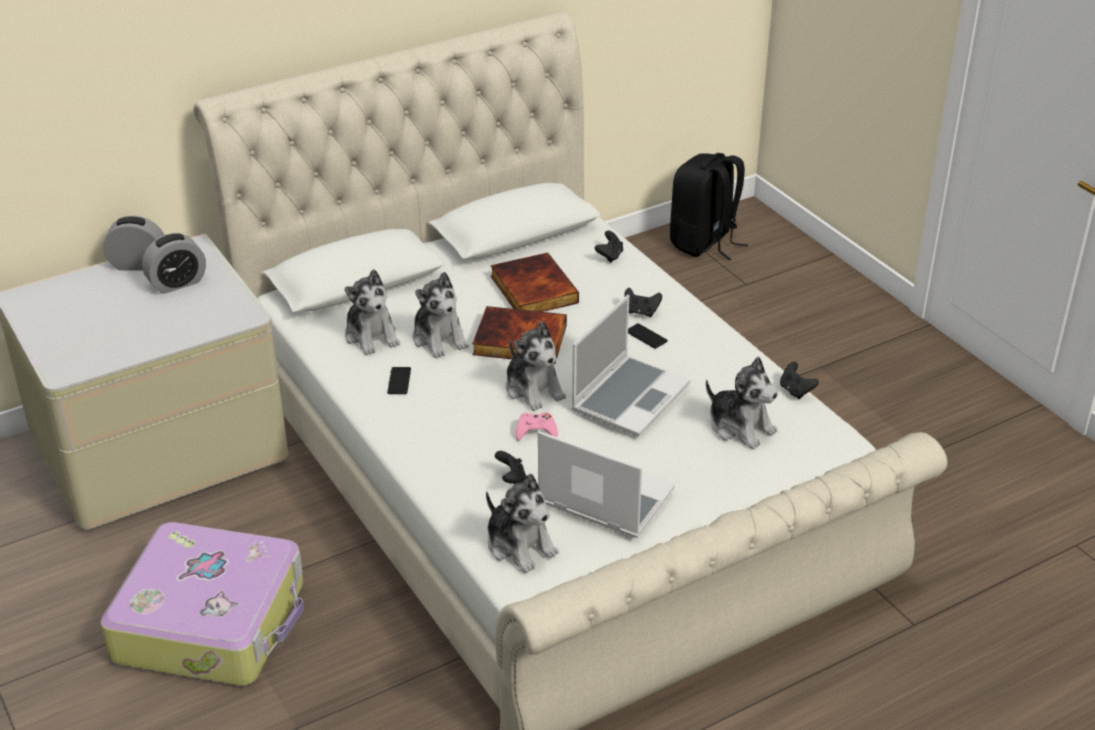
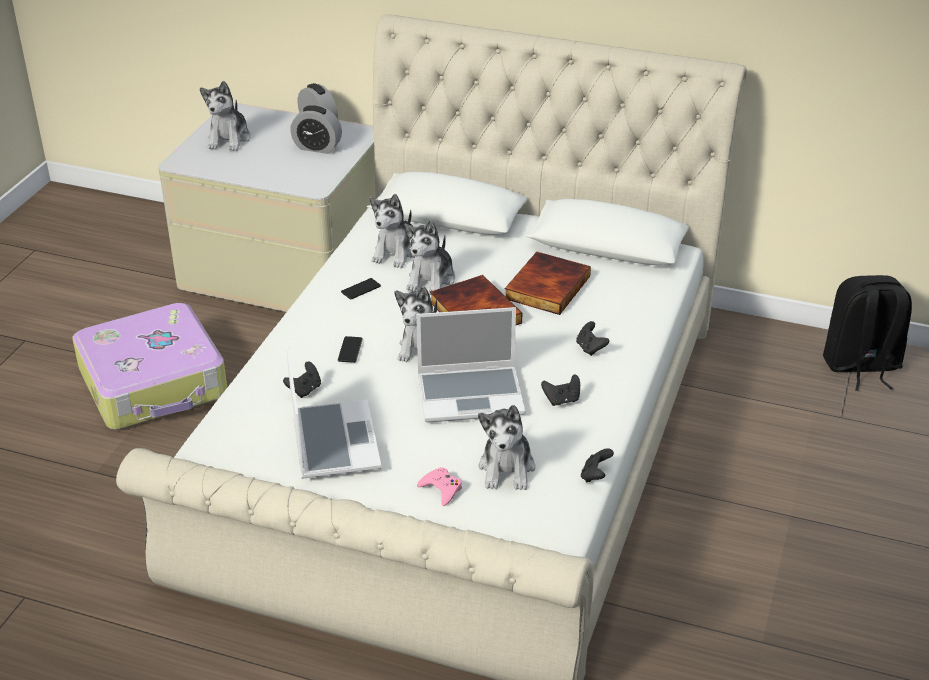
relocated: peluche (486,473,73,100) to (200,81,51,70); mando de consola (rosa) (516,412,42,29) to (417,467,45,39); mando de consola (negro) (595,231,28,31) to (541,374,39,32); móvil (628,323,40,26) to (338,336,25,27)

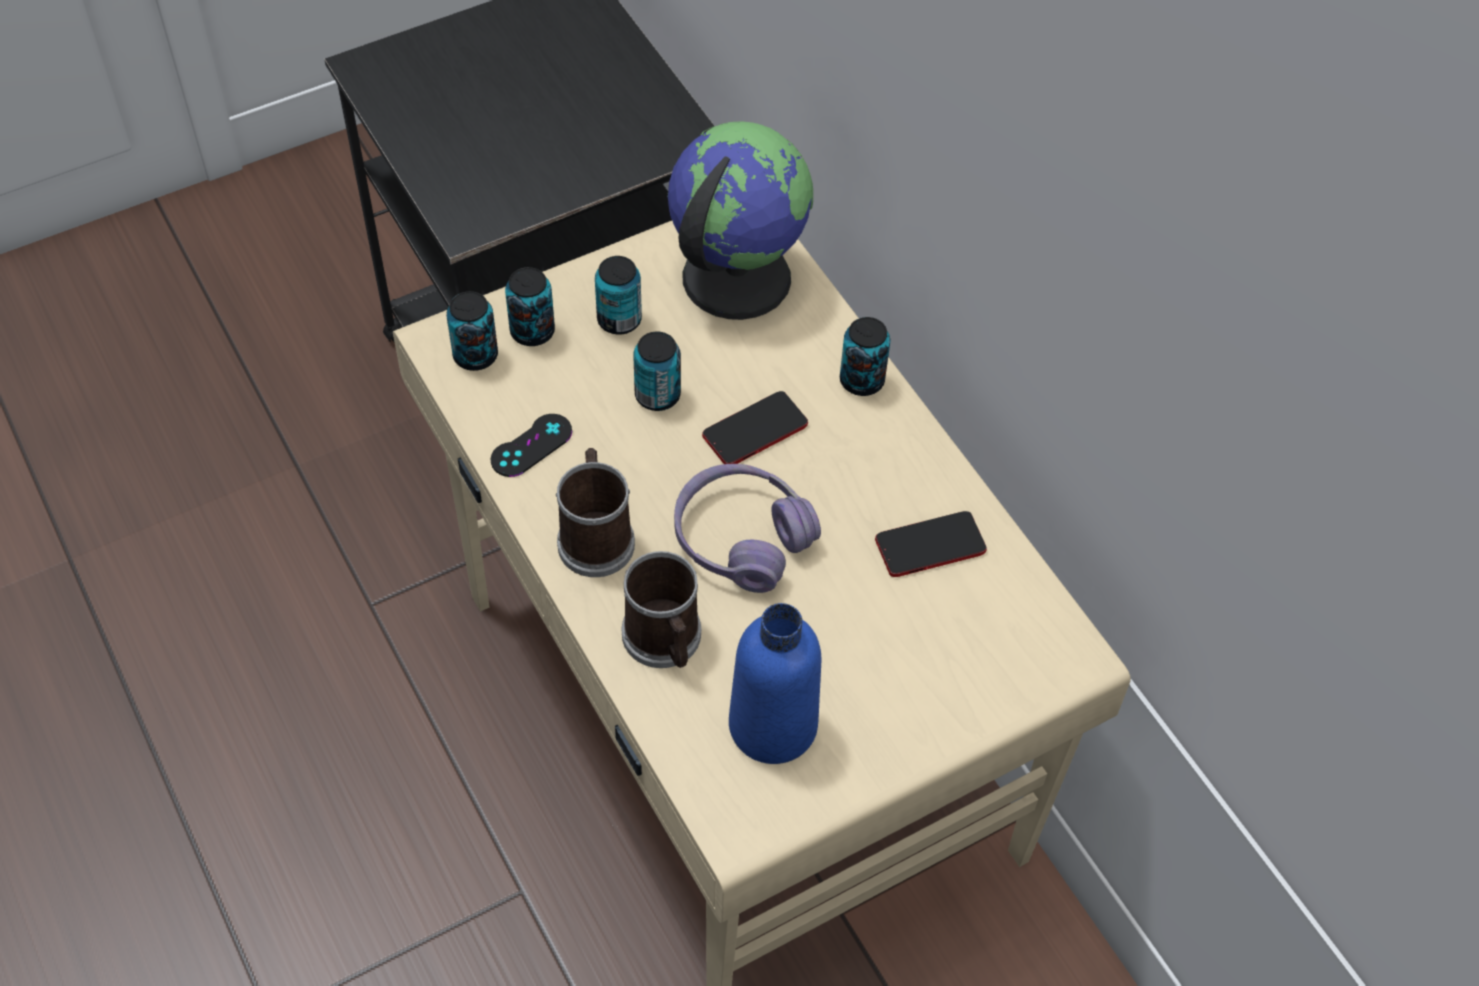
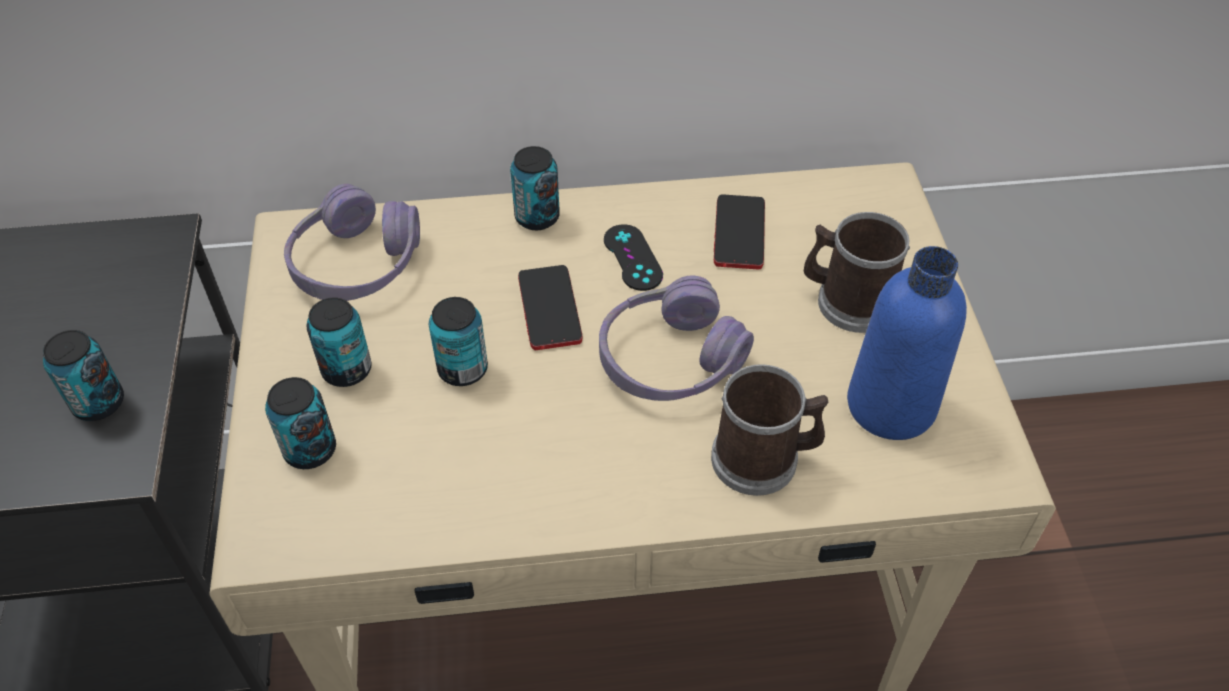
relocated: lata (446,291,52,80) to (43,330,81,91); mando de consola (negro) (491,414,81,63) to (604,224,59,67); taza grande (556,448,79,129) to (804,212,106,121)
exchanged: globo terráqueo (667,121,146,199) to auriculares (morado) (284,184,136,117)

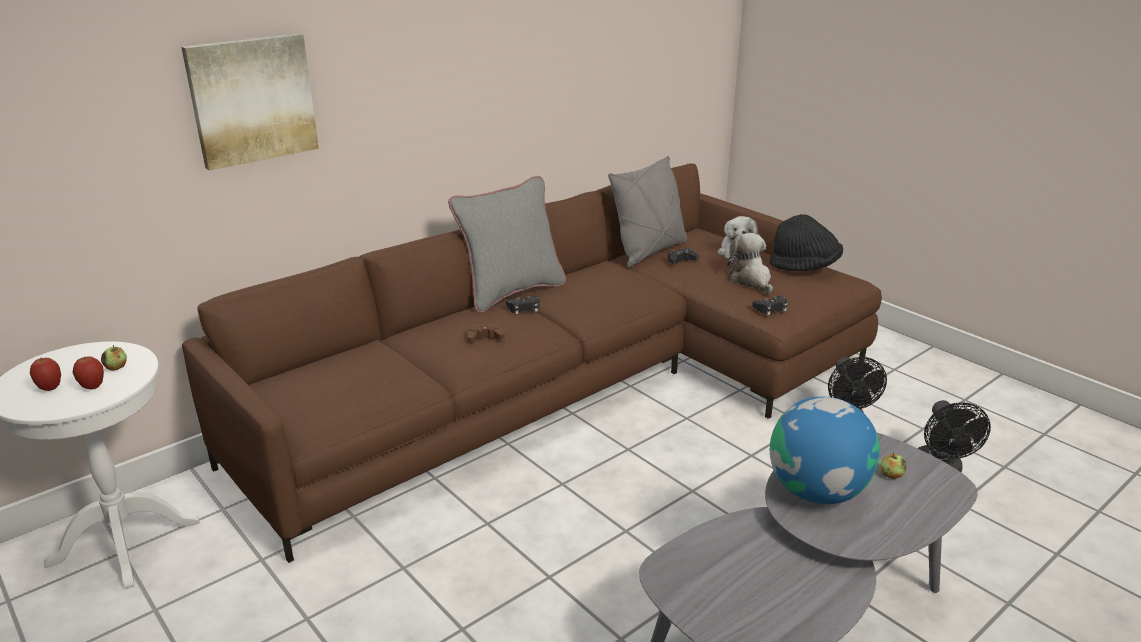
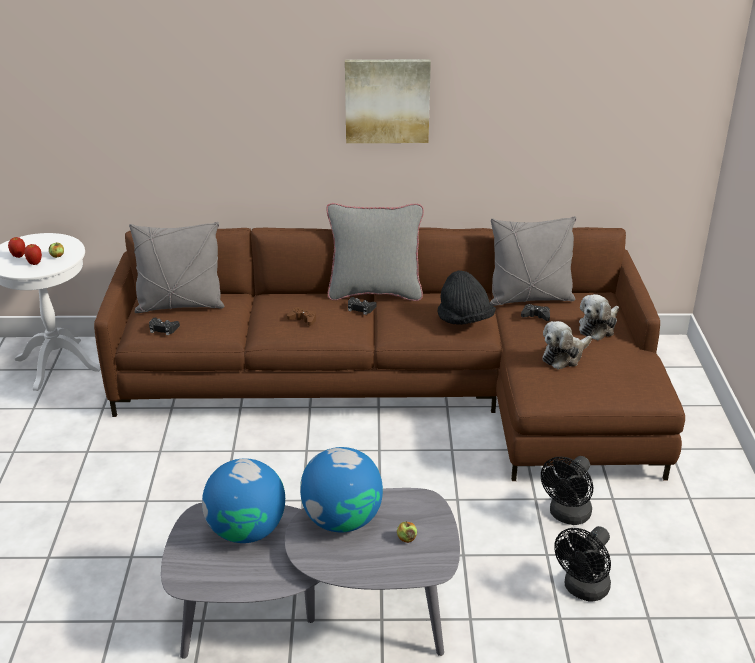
appeared: cojín (gris) (129,222,96,91); globo terráqueo (202,458,83,85)
relocated: cuadro (181,33,138,138) to (345,59,86,84); mando de consola (negro) (752,296,36,19) to (149,318,31,17); sombrero (negro) (770,214,73,57) to (438,270,58,55)
spun: peluche (727,233,46,61) = (542,321,50,49) 150 degrees counterclockwise

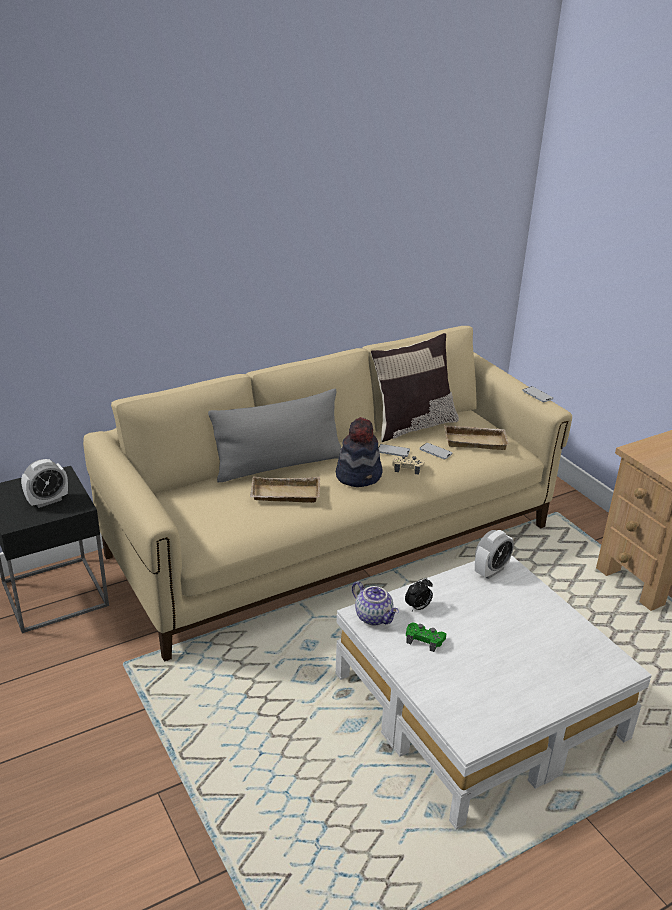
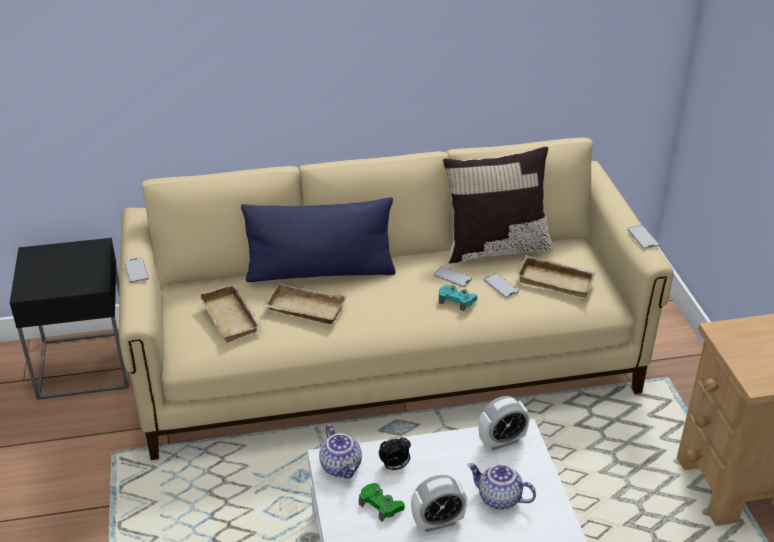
missing: sombrero (336,417,47,70)
appeared: móvil (124,257,25,26); bandeja (beis) (198,284,65,59); tetera (467,463,69,47)
relocated: despertador (21,459,47,49) to (411,475,56,57)
colour: cojín (gris) (208,389,133,94) to cojín (azul) (241,197,155,85); mando de consola (beis) (392,455,33,20) to mando de consola (turquesa) (439,285,38,26)

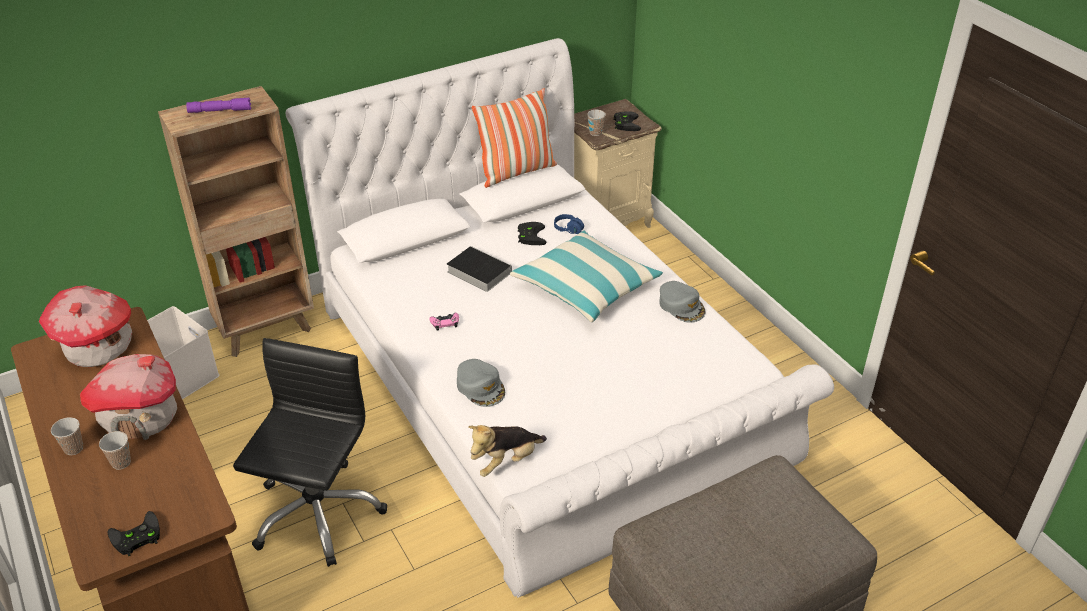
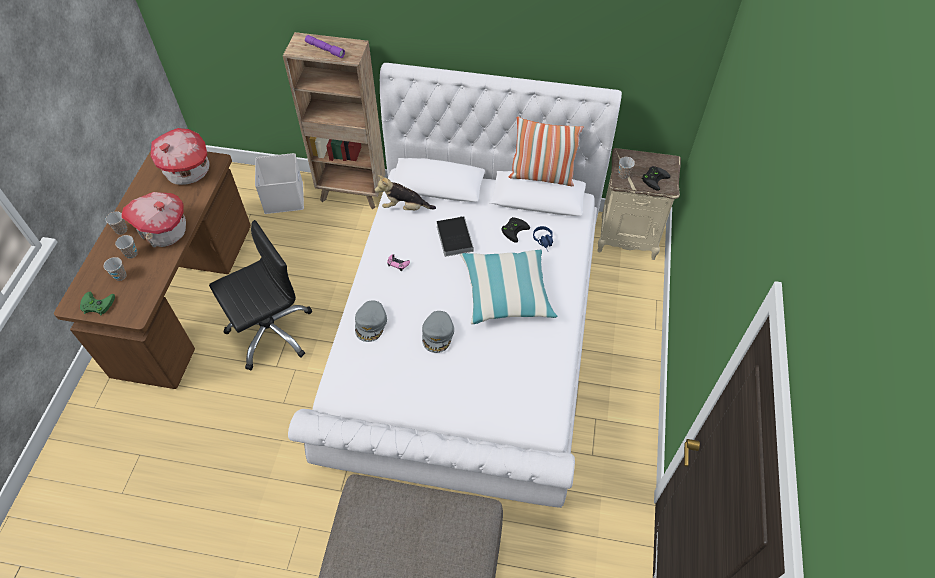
appeared: taza (104,257,22,24)
relocated: peluche (468,425,79,52) to (375,175,61,36); gorra (gris) (659,281,47,42) to (422,311,32,42)
colour: mando de consola (negro) (108,511,52,45) to mando de consola (verde) (80,292,35,24)

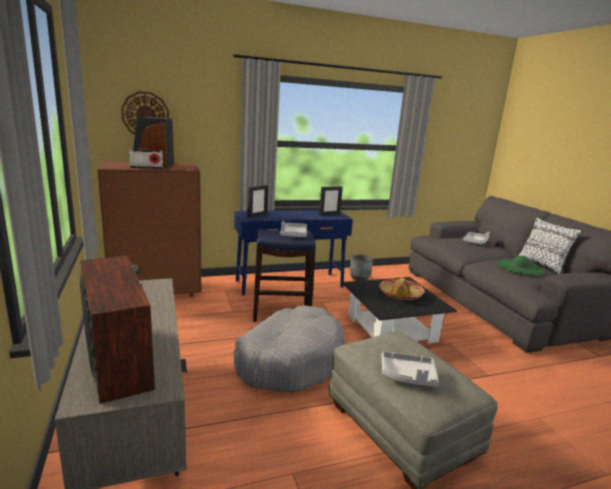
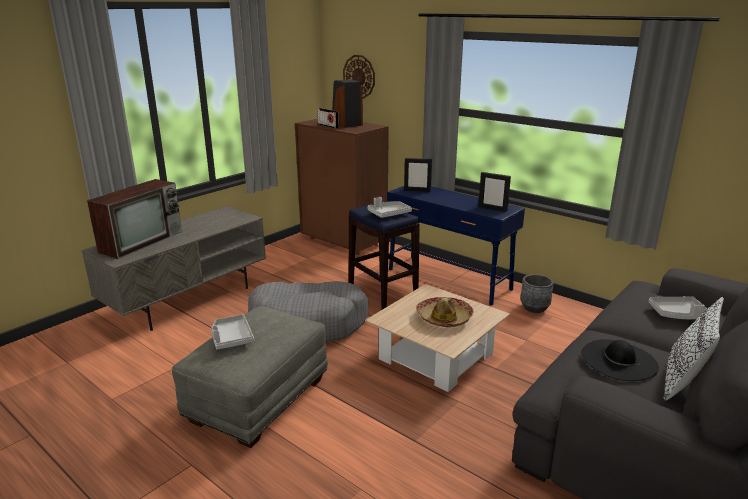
colour: mesa de centro (negro) (342,277,115,66) to mesa de centro (beis) (365,284,145,108); sombrero (verde) (498,256,46,19) to sombrero (negro) (581,339,78,42)

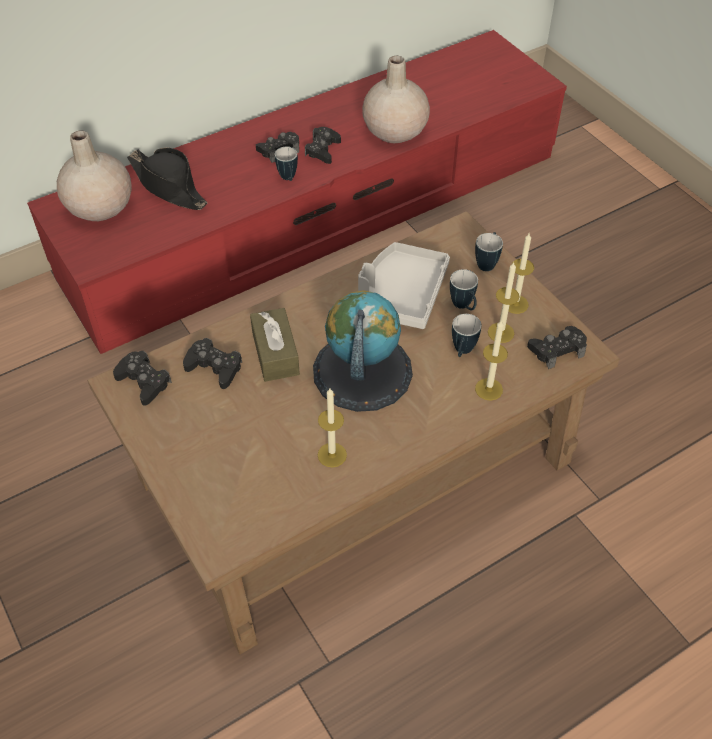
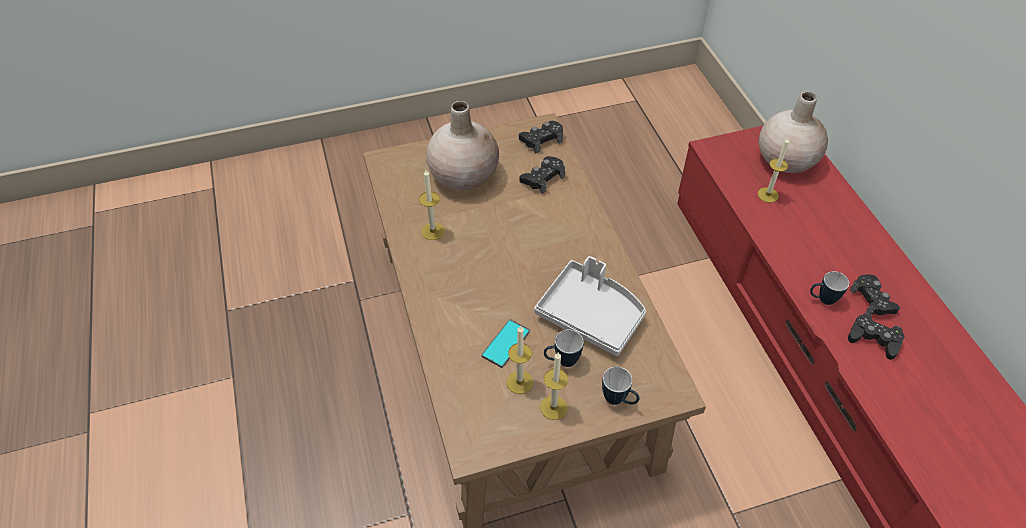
missing: sombrero (negro) (127,147,80,63); caja de pañuelos (marrón) (250,308,50,74); globo terráqueo (313,290,100,122); mando de consola (negro) (527,326,60,43)
relocated: florero (beis) (362,55,68,88) to (426,101,73,89); vela (475,319,33,82) to (758,137,32,66)
exchanged: taza grande (452,314,29,43) to móvil (482,319,48,49)

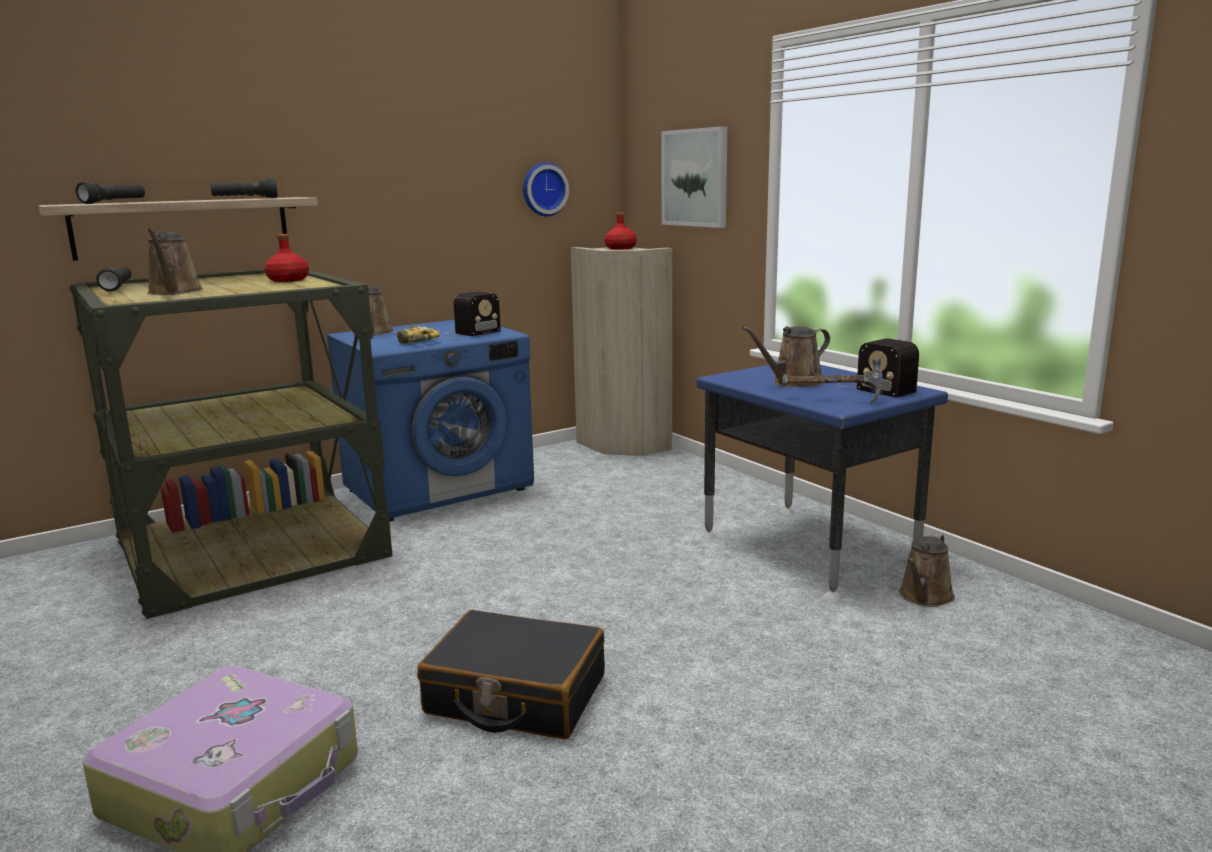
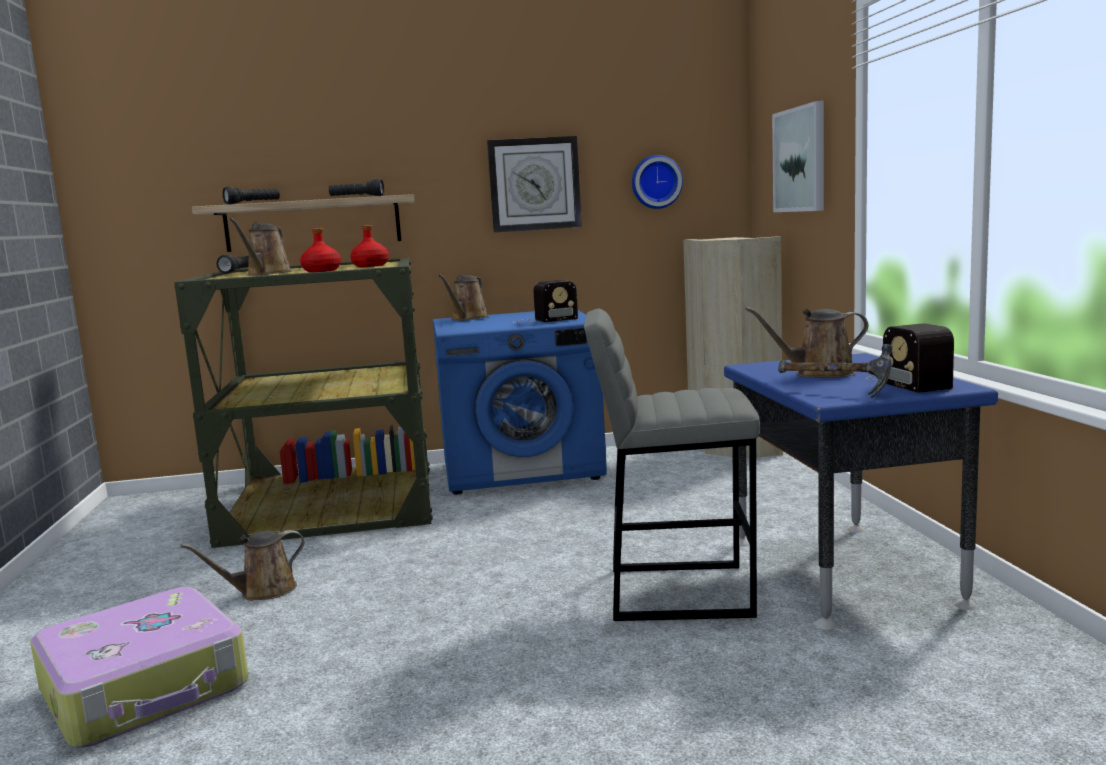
missing: taladro (392,326,48,18); maleta (negro) (417,610,188,129)
appeared: reloj de pared (487,136,95,96); taburete (gris) (584,308,176,313)
relocated: botella (rojo) (604,212,33,38) to (300,228,41,44); regadera (marrón) (899,533,56,74) to (180,530,125,71)

